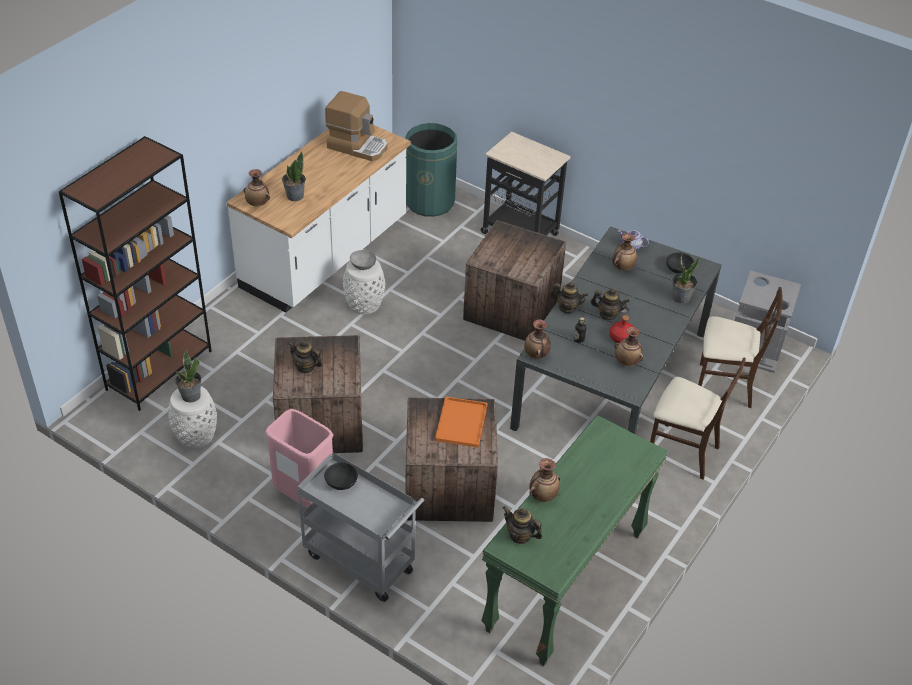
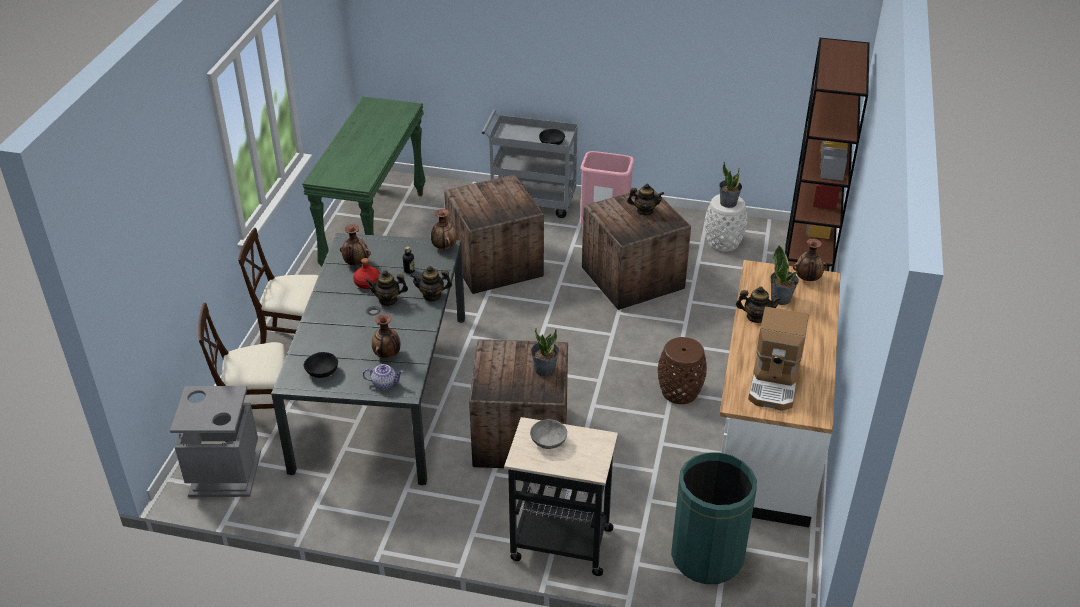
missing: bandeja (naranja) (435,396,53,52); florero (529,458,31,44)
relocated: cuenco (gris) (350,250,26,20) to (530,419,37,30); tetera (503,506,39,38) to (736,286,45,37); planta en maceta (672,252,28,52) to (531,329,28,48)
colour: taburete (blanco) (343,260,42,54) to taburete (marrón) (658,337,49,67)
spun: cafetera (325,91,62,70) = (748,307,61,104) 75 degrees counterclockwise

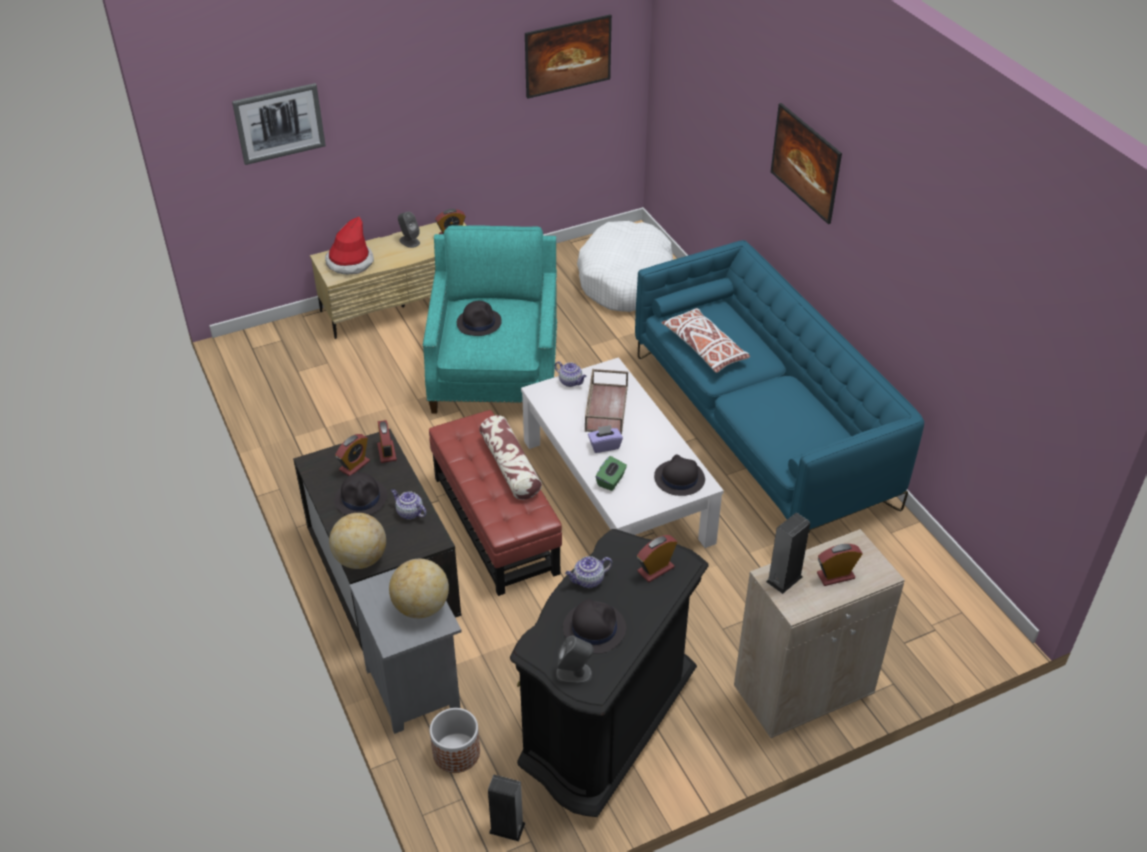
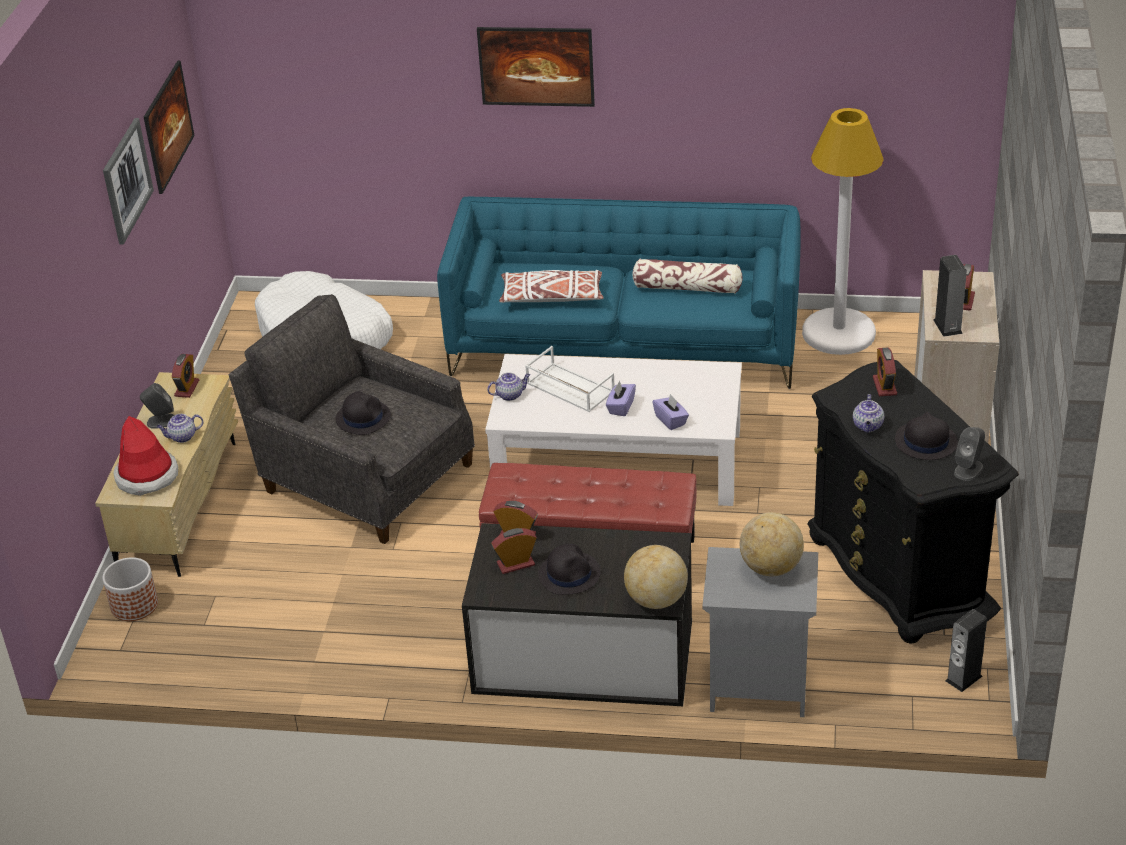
missing: sombrero (negro) (654,455,51,41)
appeared: lámpara de pie (blanco) (802,108,82,247)
relocated: cuadro (232,83,94,82) to (103,118,51,126); tetera (391,489,35,31) to (157,414,46,29); maceta (430,708,50,65) to (102,557,56,64); cojín (479,415,63,85) to (633,259,110,35)
colour: sillón (turquesa) (423,225,134,189) to sillón (gris) (229,294,246,250); bandeja (marrón) (585,369,43,65) to bandeja (blanco) (525,346,90,66); caja de pañuelos (verde) (596,456,31,35) to caja de pañuelos (morado) (653,394,36,36)
spun: despertador (335,434,35,42) = (491,528,46,46) 90 degrees counterclockwise

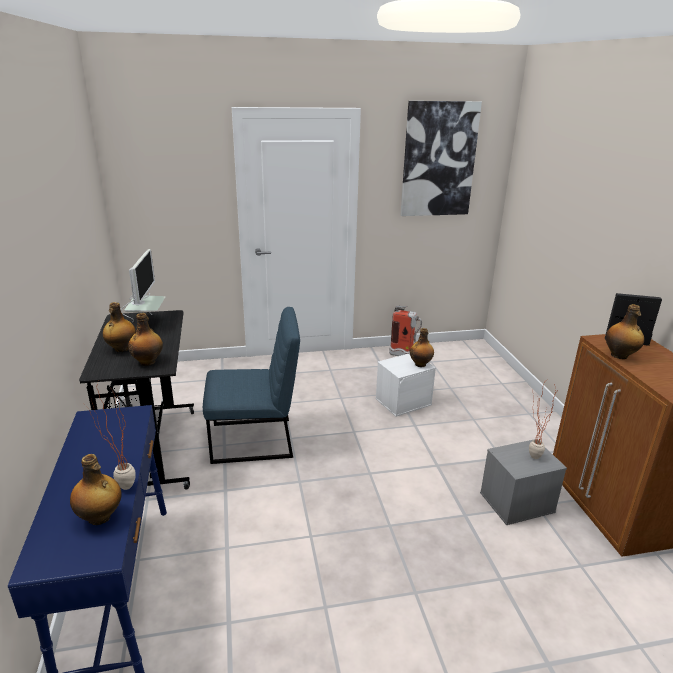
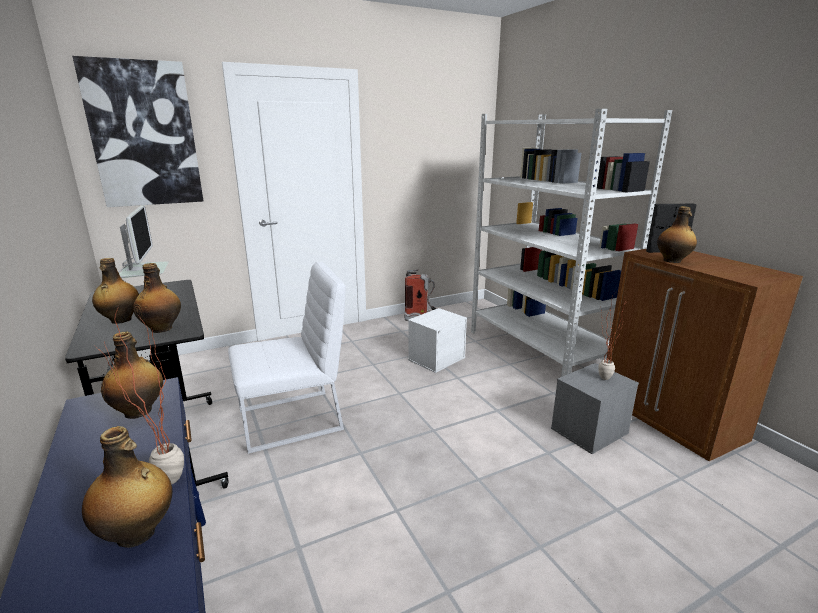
appeared: estantería (blanco) (471,109,201,268)
relocated: cuadro (401,101,81,115) to (72,56,131,151); botella (410,328,24,39) to (101,331,62,88)
colour: silla (azul) (203,307,97,157) to silla (blanco) (228,262,118,192)

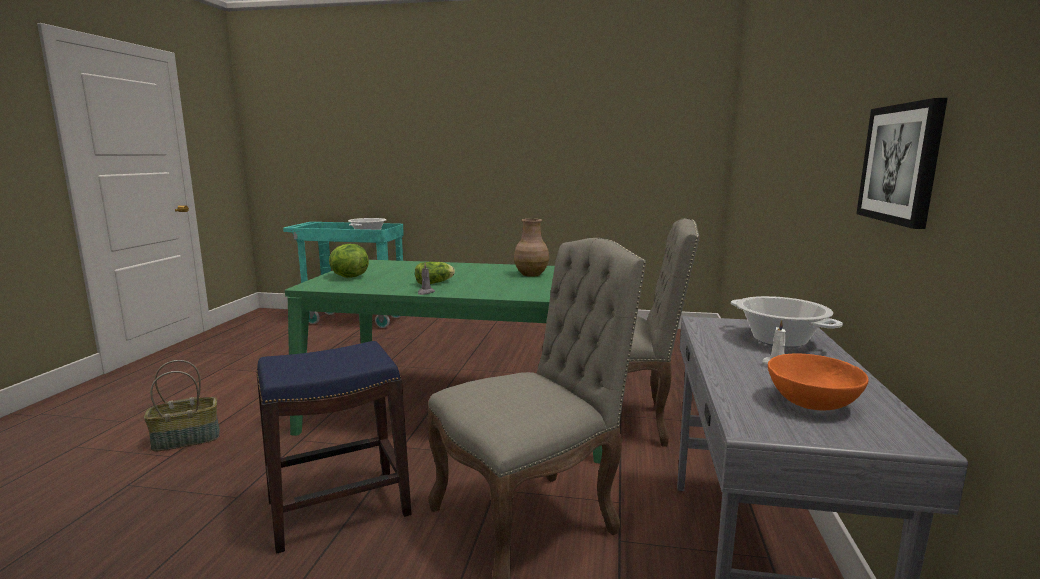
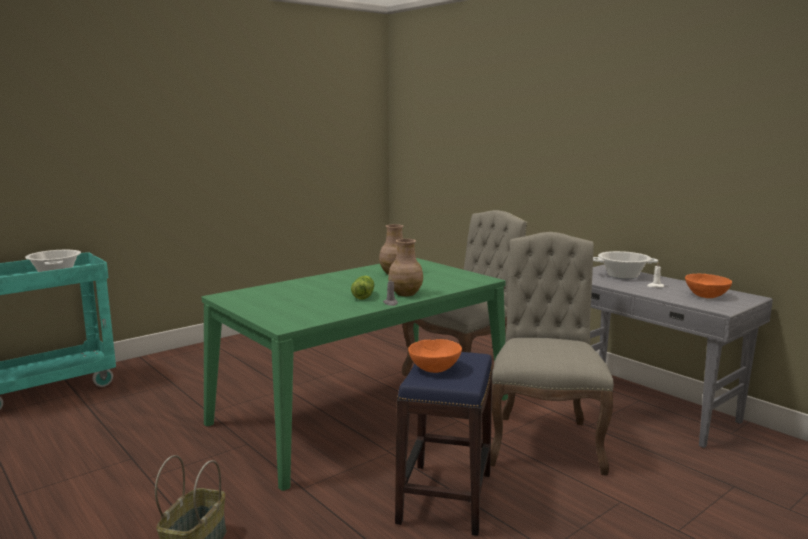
missing: lechuga (329,244,40,34); cuadro (856,98,92,131)
appeared: florero (marrón) (388,239,35,57); cuenco (naranja) (408,339,54,34)

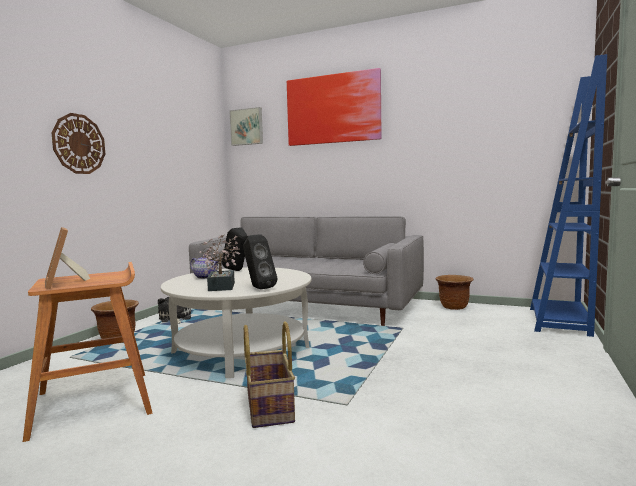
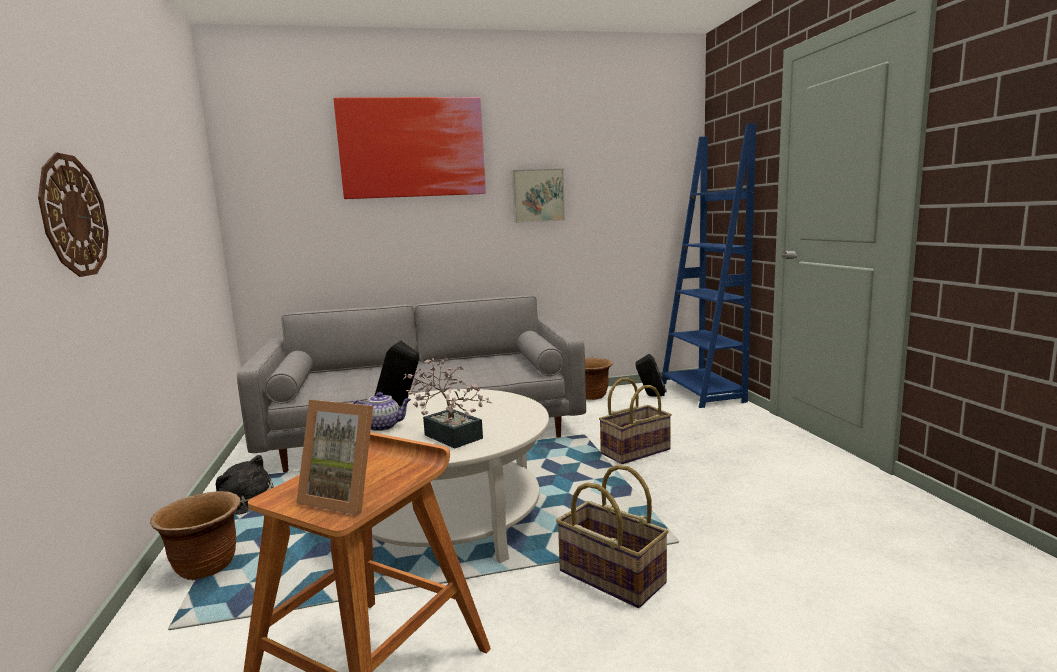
appeared: cesta (599,378,73,86)
relocated: cuadro (229,107,34,39) to (512,169,53,54); altavoz (negro) (243,235,34,54) to (636,354,30,43)

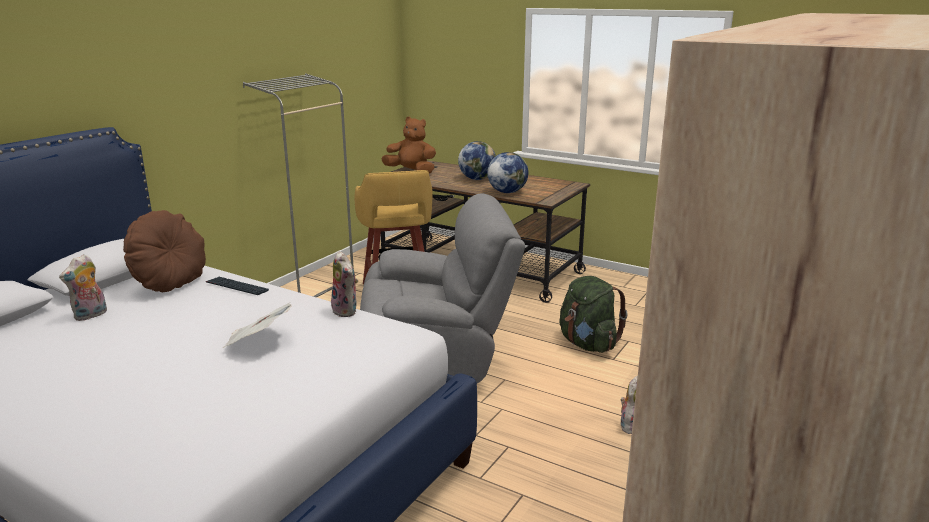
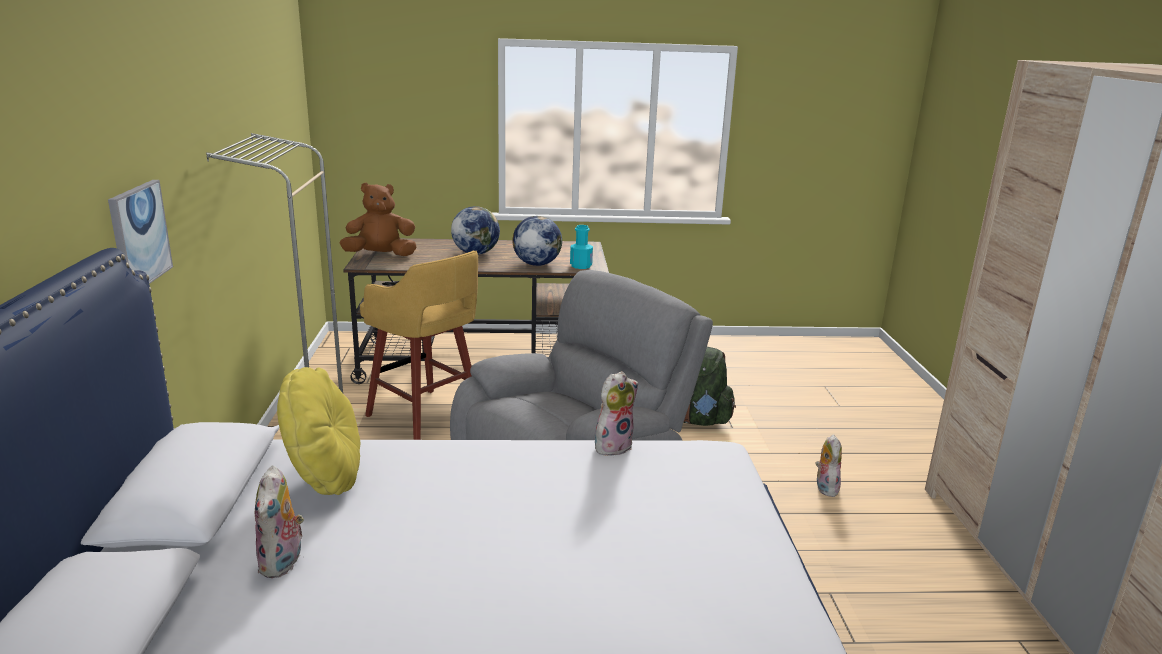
missing: teclado (206,277,63,18); periódico (223,302,69,46)
appeared: cuadro (108,180,65,104); botella (turquesa) (570,225,23,44)
colour: cojín (marrón) (123,210,83,82) to cojín (amarillo) (277,367,83,128)
spun: peluche (331,251,27,66) = (595,371,43,85) 60 degrees counterclockwise

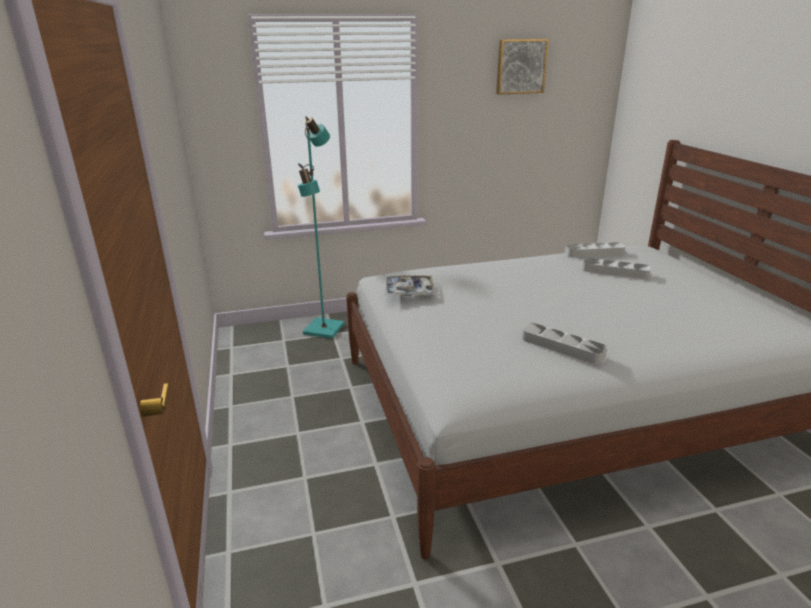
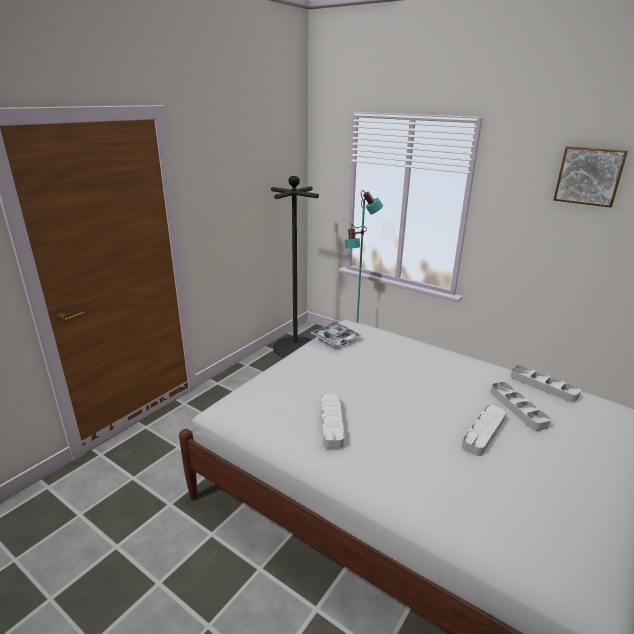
appeared: perchero (negro) (271,176,48,182); bandeja (gris) (462,405,44,51)

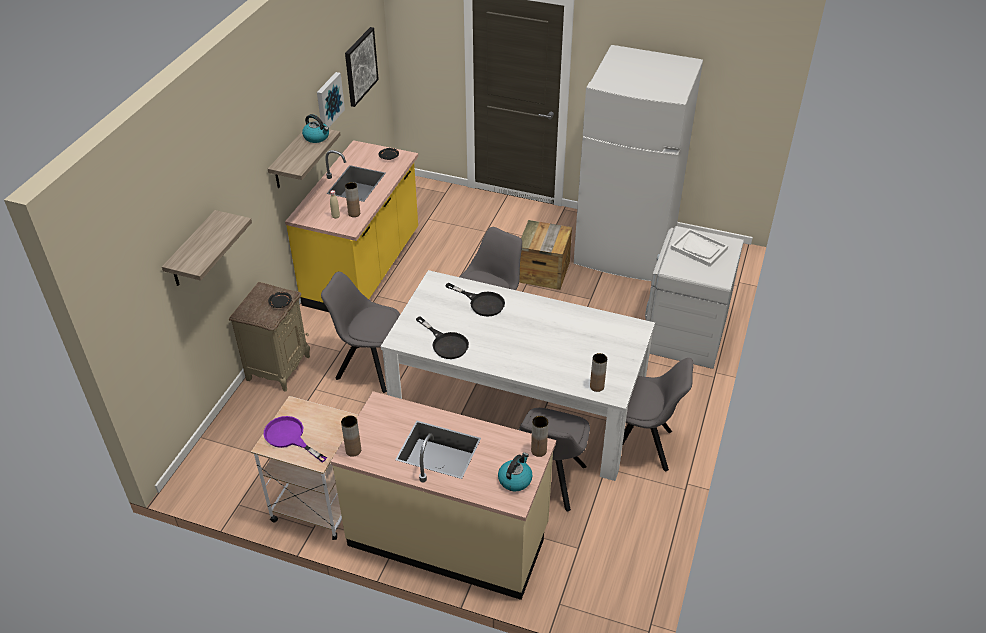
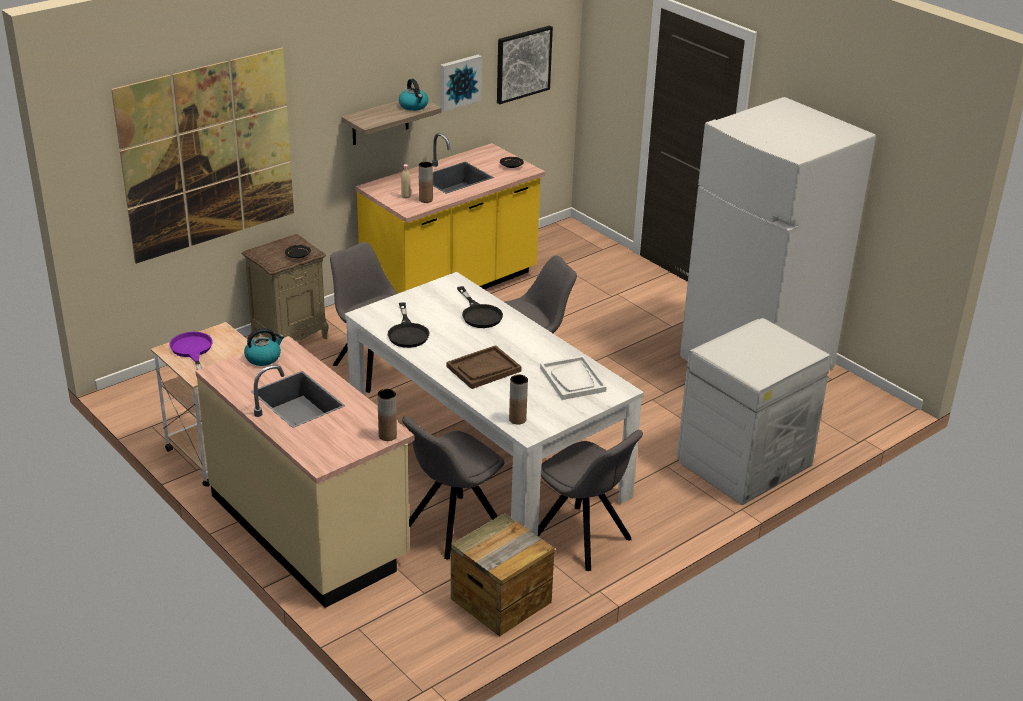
missing: florero (marrón) (341,415,20,42)
appeared: bandeja (marrón) (446,345,76,44)
relocated: hervidor (498,453,35,38) to (244,328,40,38); caja de embalaje (519,220,53,70) to (451,513,104,123); bandeja (blanco) (670,229,58,38) to (540,356,67,44)
exchanged: estante (162,210,90,76) to cuadro (111,47,183,217)

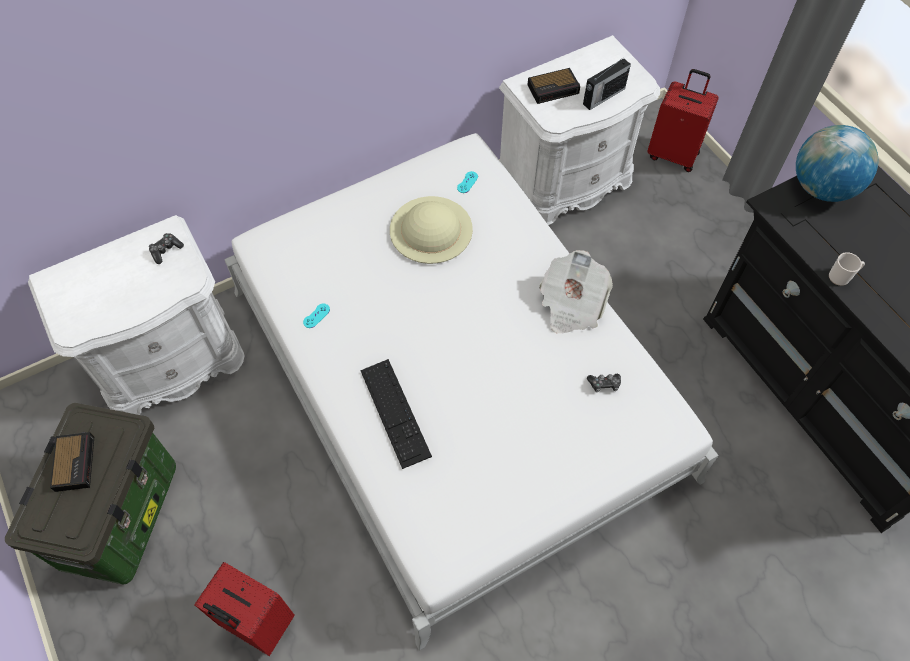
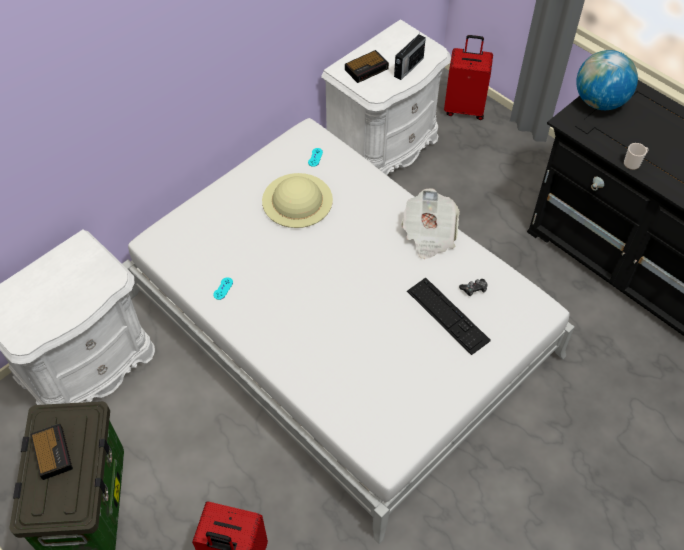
missing: mando de consola (149,233,35,31)
relocated: teclado (360,359,72,110) to (407,278,84,77)

